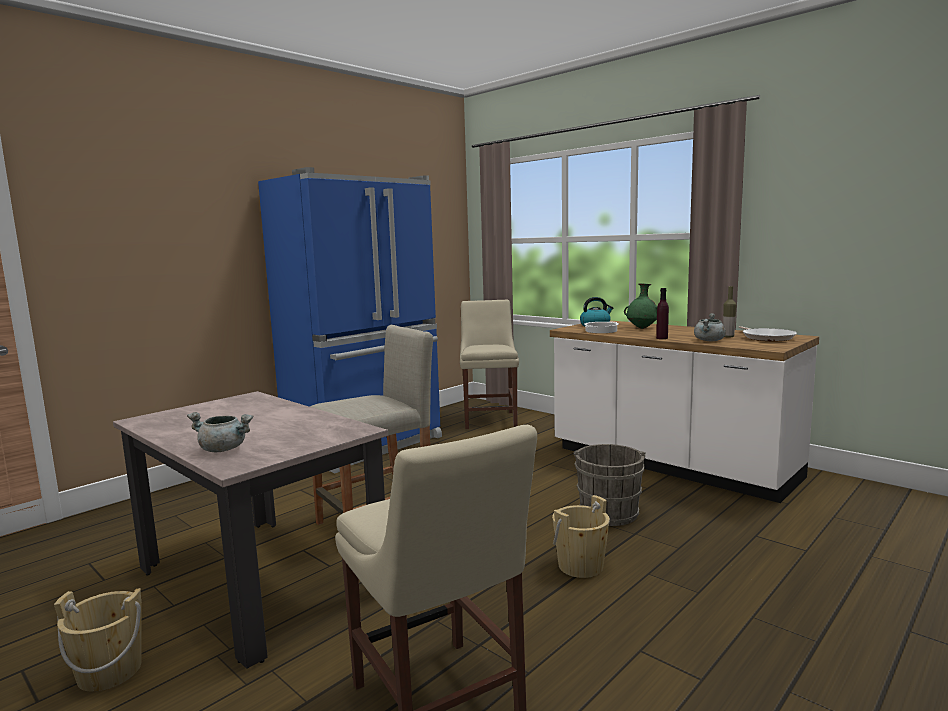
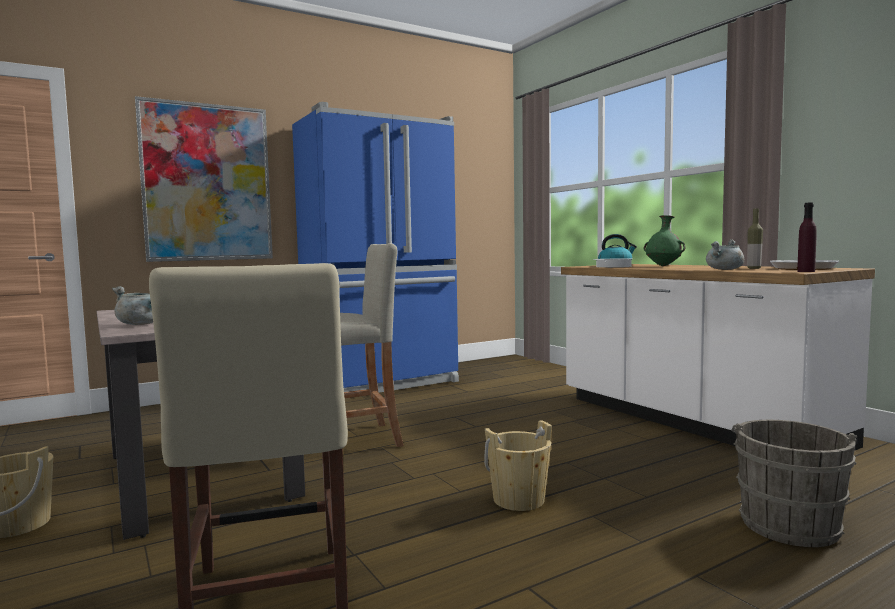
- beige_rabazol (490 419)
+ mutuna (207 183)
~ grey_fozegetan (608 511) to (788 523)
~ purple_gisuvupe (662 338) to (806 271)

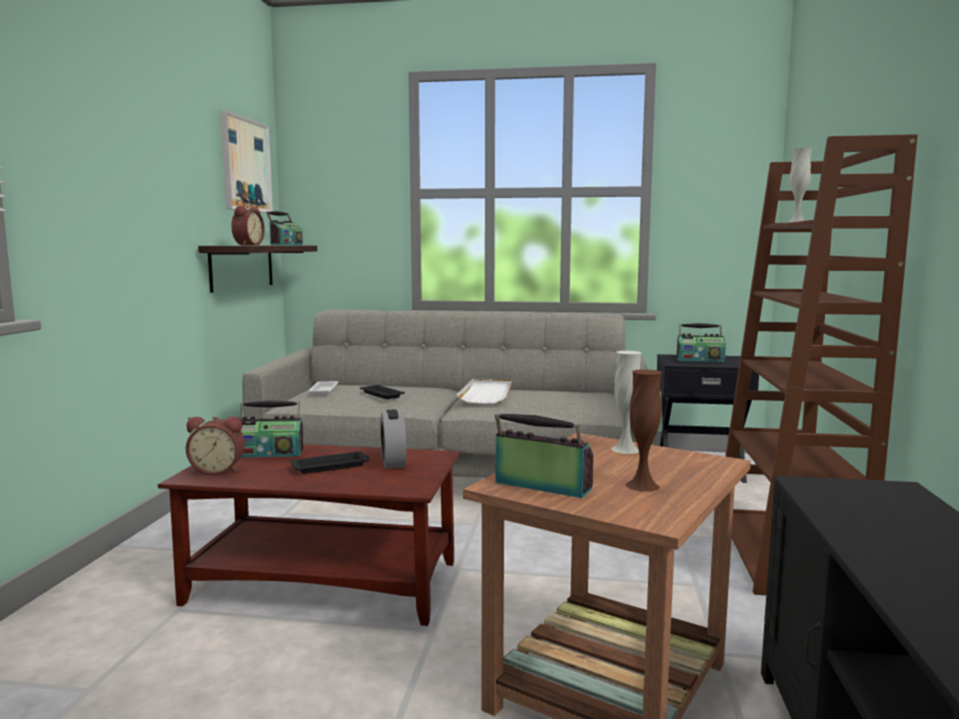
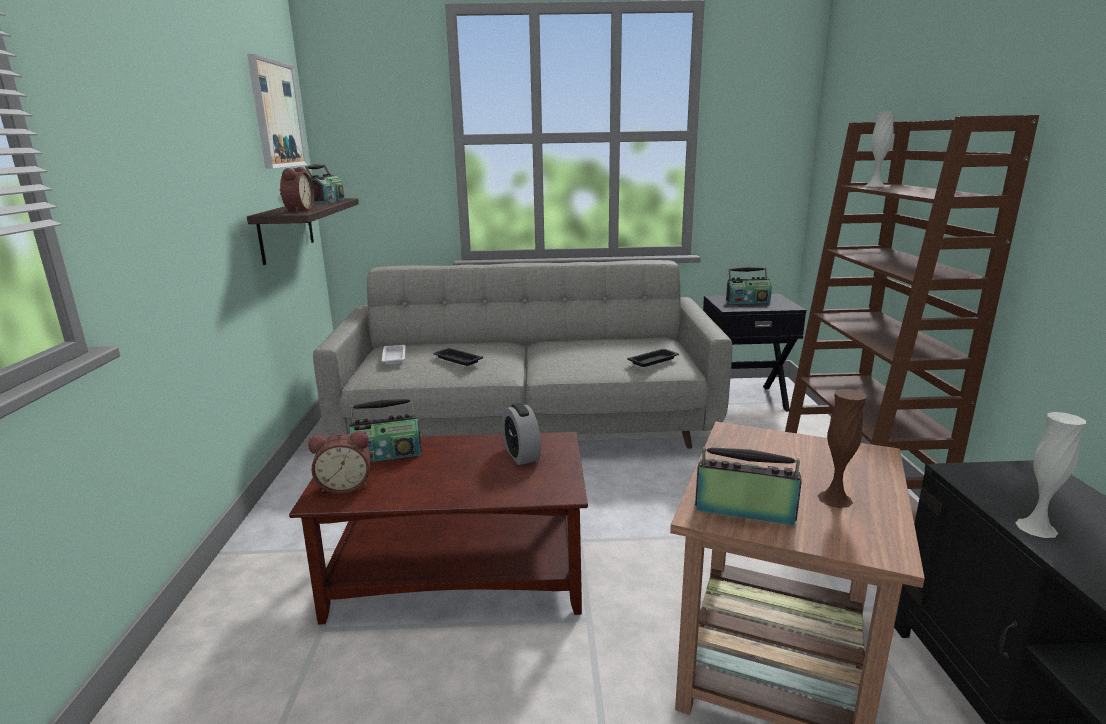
- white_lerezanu (487 394)
~ black_lerezanu (331 466) to (654 360)
~ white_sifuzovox (625 449) to (1036 527)

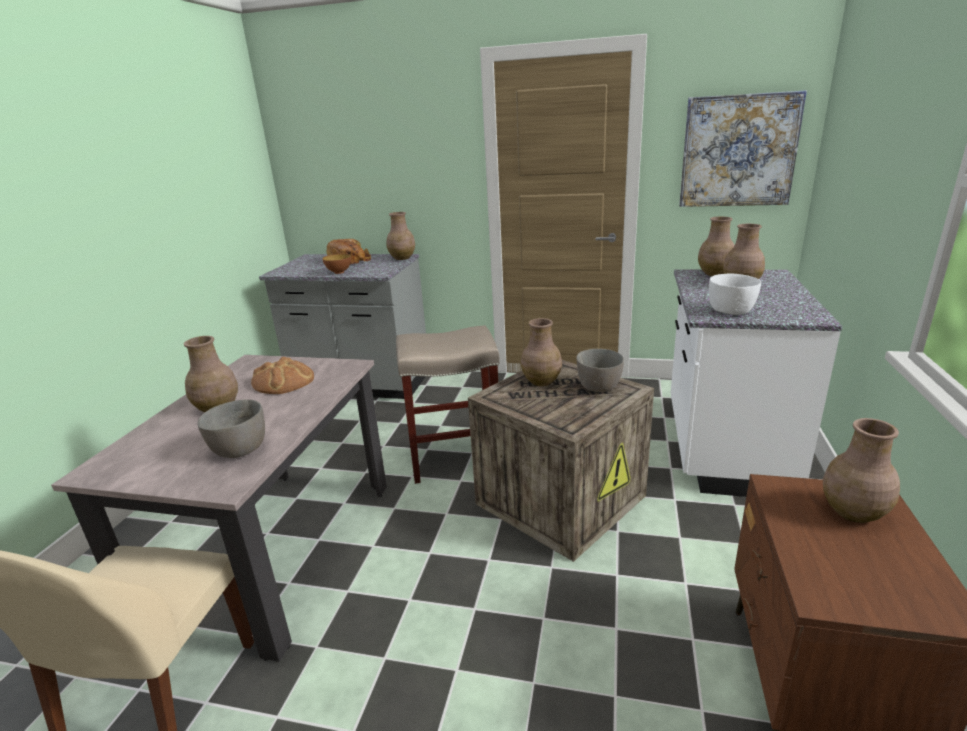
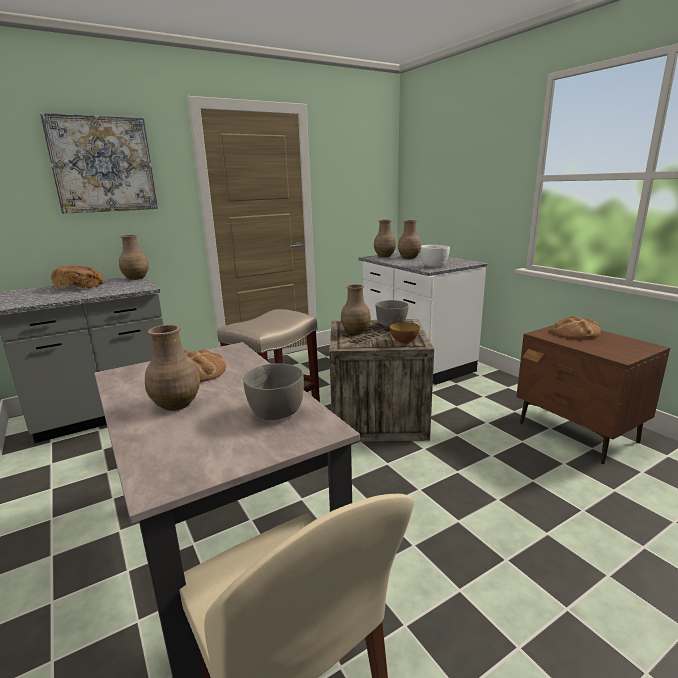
~ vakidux (339 272) to (404 342)
~ mutuna (738 151) to (103 164)
~ brown_sifuzovox (852 512) to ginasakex (575 332)

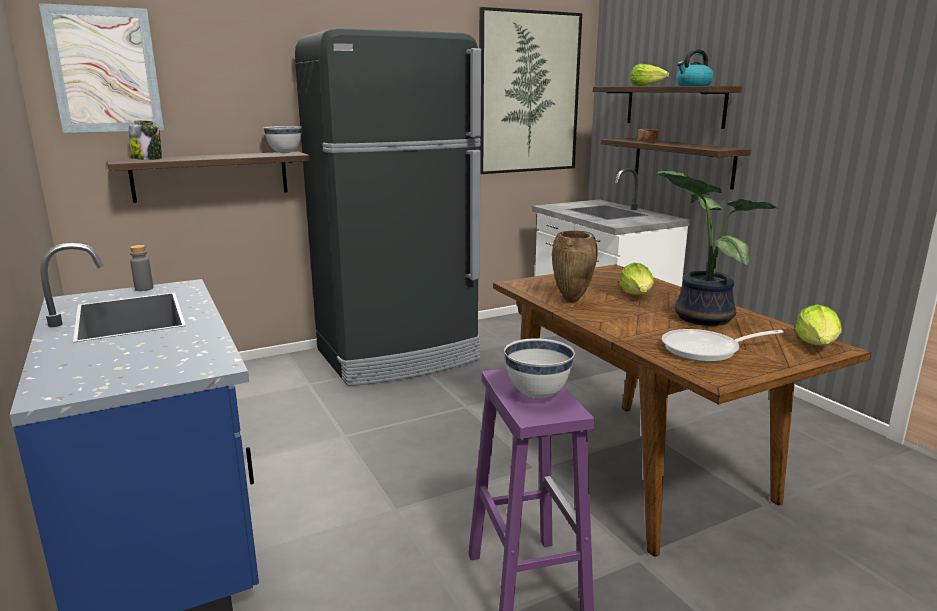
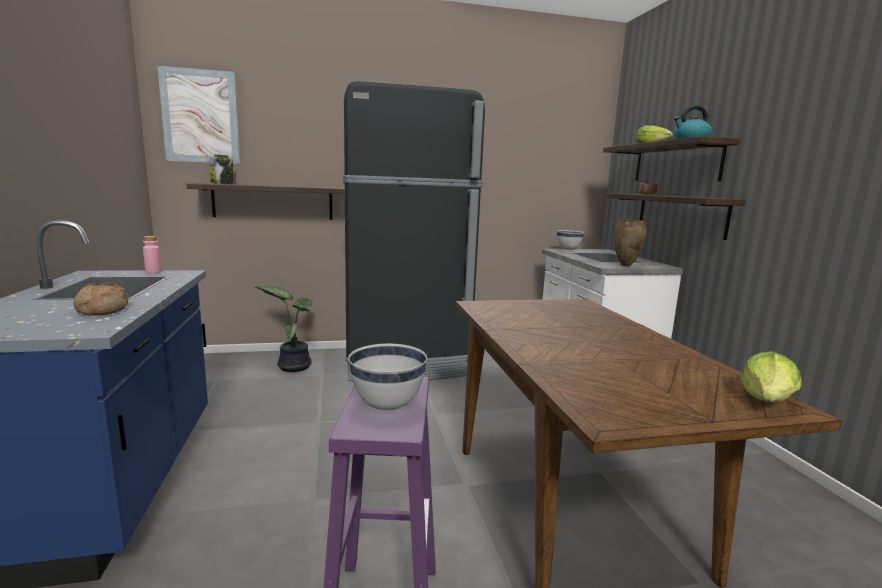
- mutuna (529 93)
- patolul (637 295)
- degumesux (707 350)
+ ginasakex (101 310)
~ white_vakidux (284 153) to (568 250)
~ brown_sifuzovox (572 301) to (626 265)
~ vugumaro (699 317) to (293 366)
~ grey_gisuvupe (144 288) to pink_gisuvupe (153 272)

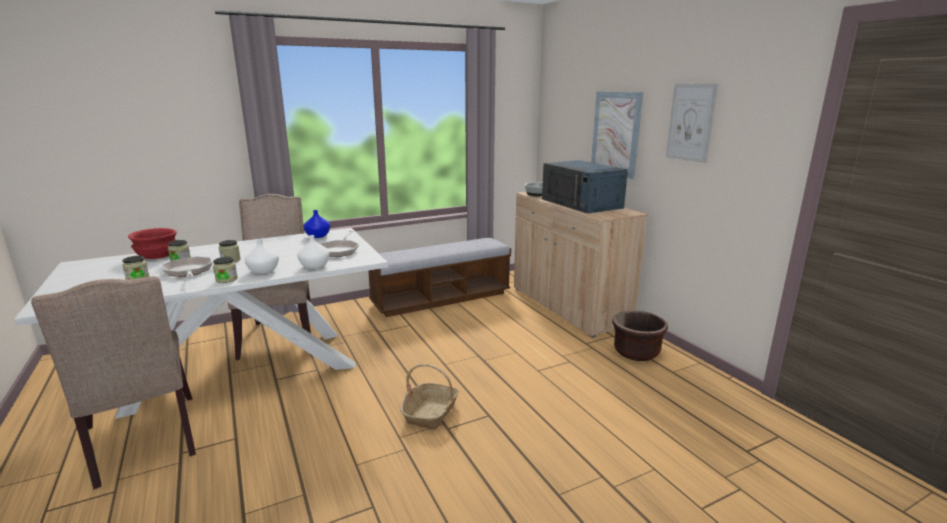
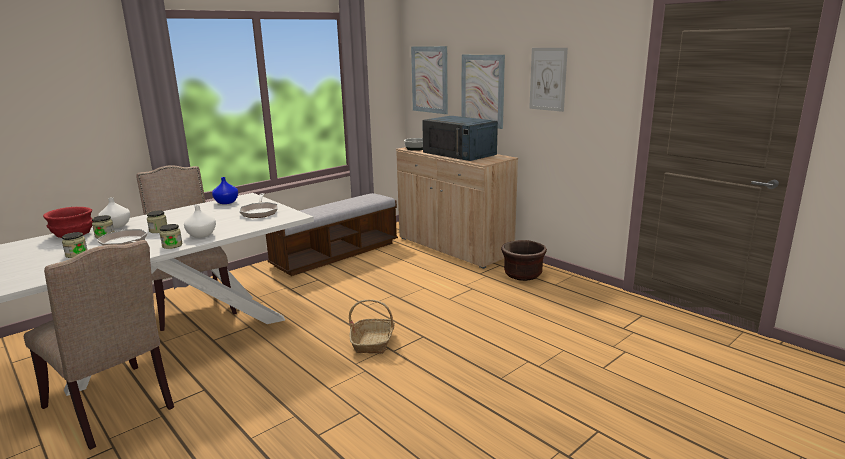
+ mutuna (429 79)
~ white_sifuzovox (315 266) to (117 226)

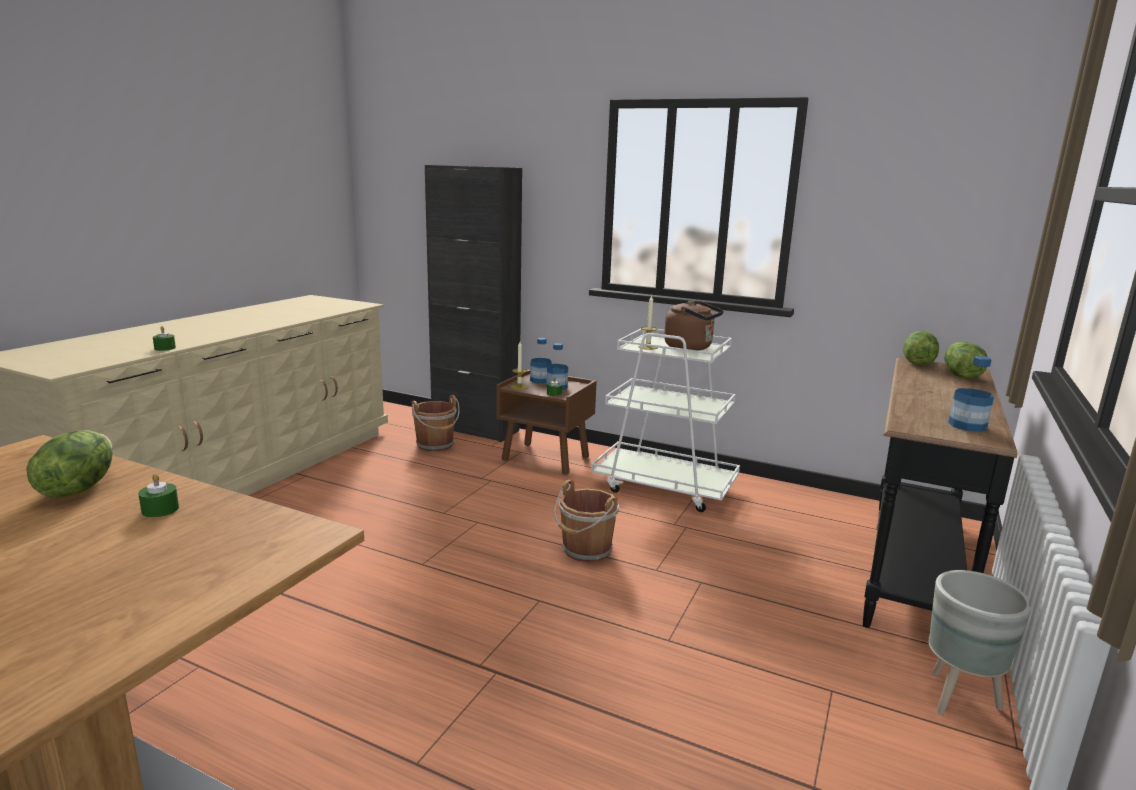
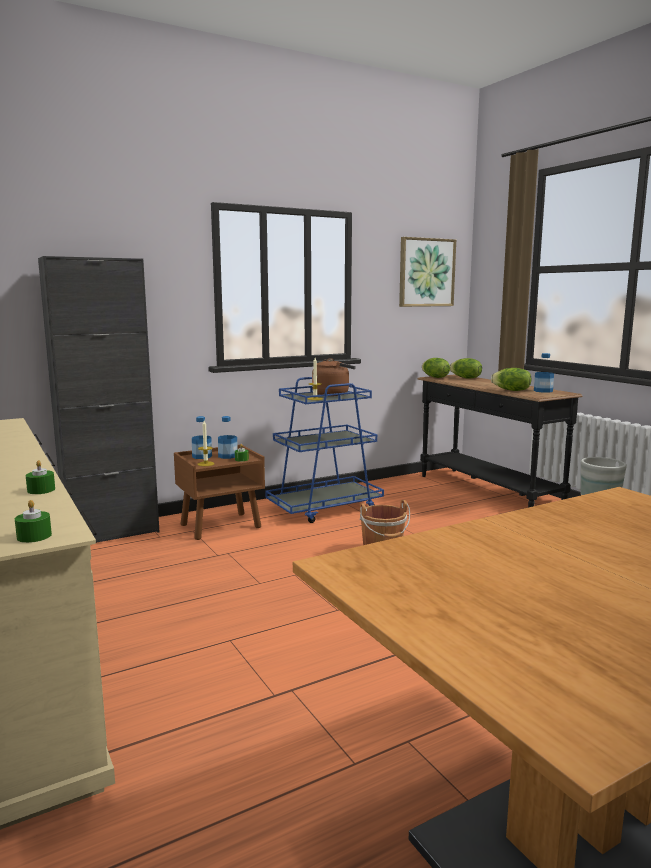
- brown_fozegetan (436 445)
+ mutuna (426 272)
~ patolul (78 487) to (511 390)
~ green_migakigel (160 509) to (34 536)
~ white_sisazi (665 486) to blue_sisazi (325 508)

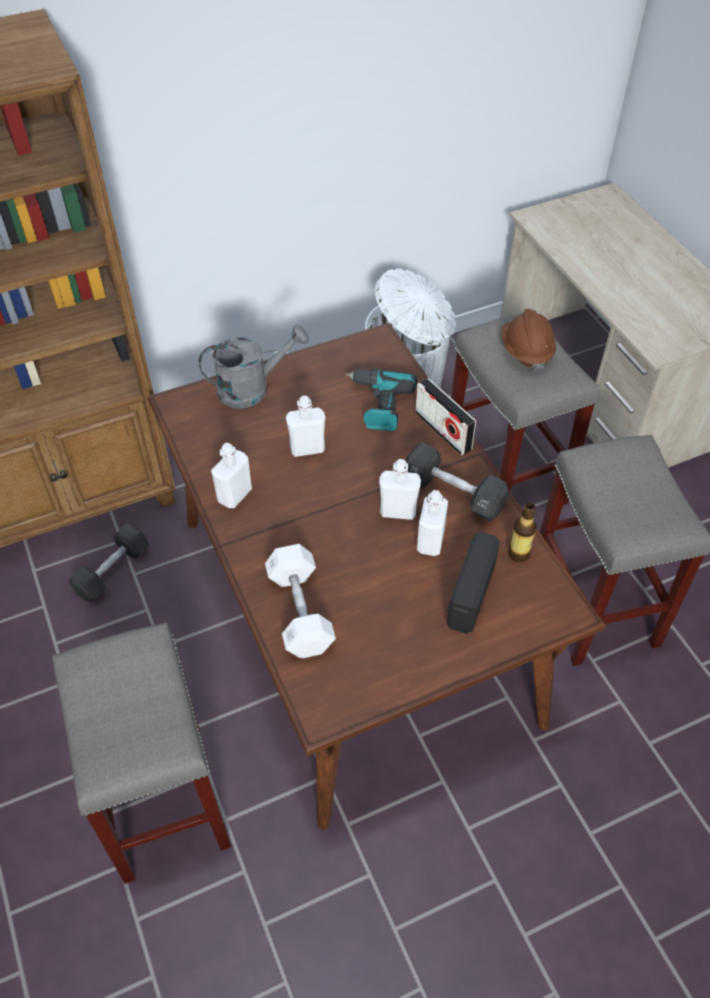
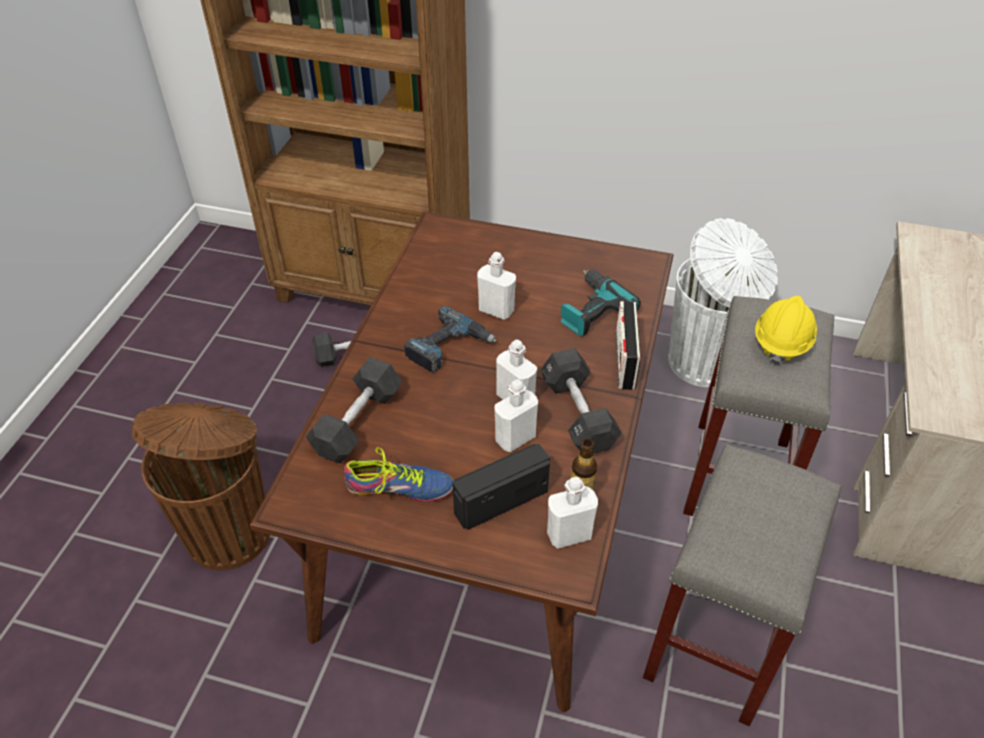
- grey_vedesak (252 388)
+ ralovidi (399 487)
+ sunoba (449 347)
~ white_gisuvupe (234 495) to (569 534)
~ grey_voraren (161 798) to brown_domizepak (230 531)
~ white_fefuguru (300 611) to black_fefuguru (357 422)
~ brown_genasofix (526 351) to yellow_genasofix (782 342)

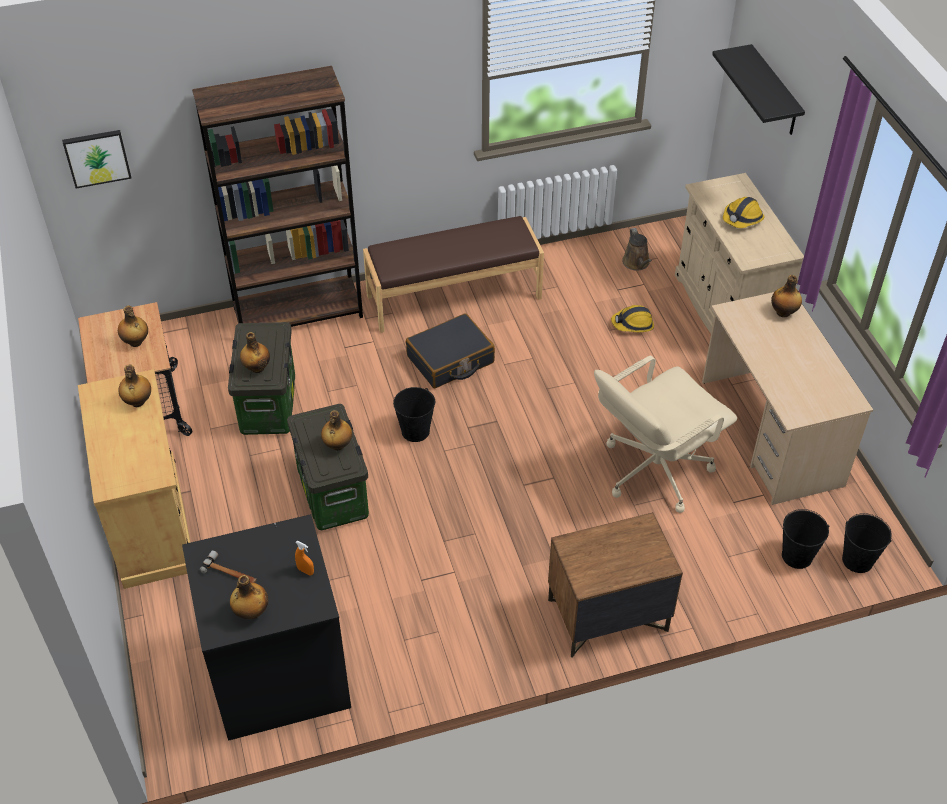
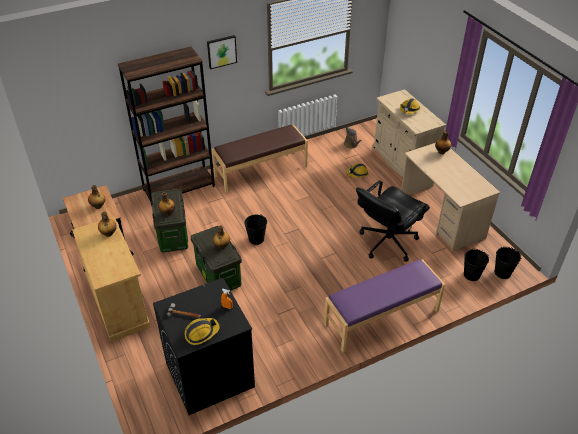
- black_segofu (450 360)
- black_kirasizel (774 92)
~ mutuna (97 157) to (221 51)
~ gisuvupe (251 612) to genasofix (201 333)
~ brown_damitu (607 616) to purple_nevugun (382 318)
~ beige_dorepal (654 470) to black_dorepal (387 242)

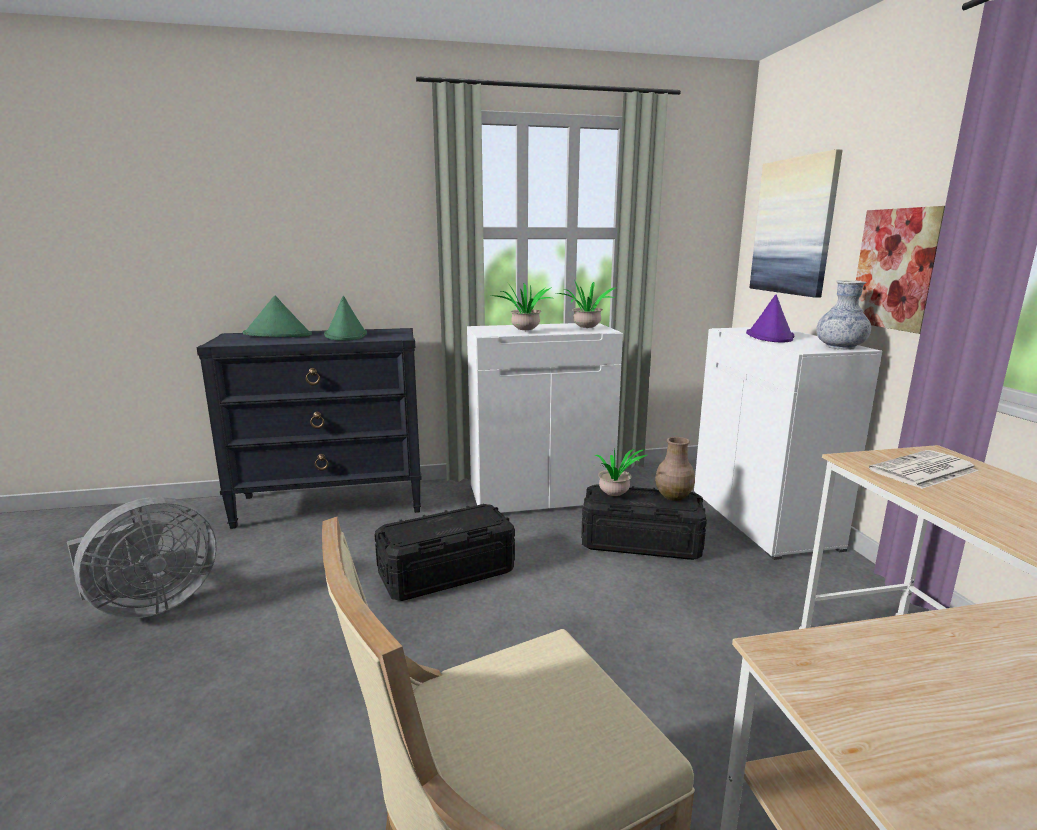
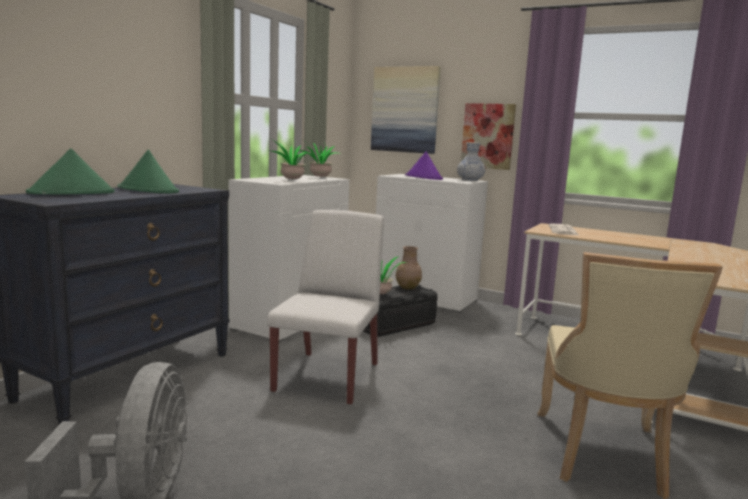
~ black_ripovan (447 572) to white_rabazol (328 376)

